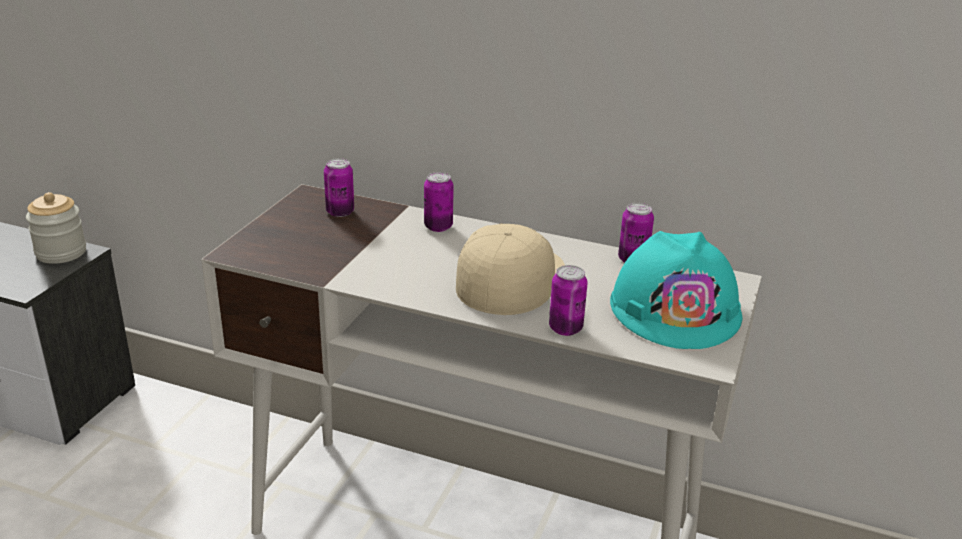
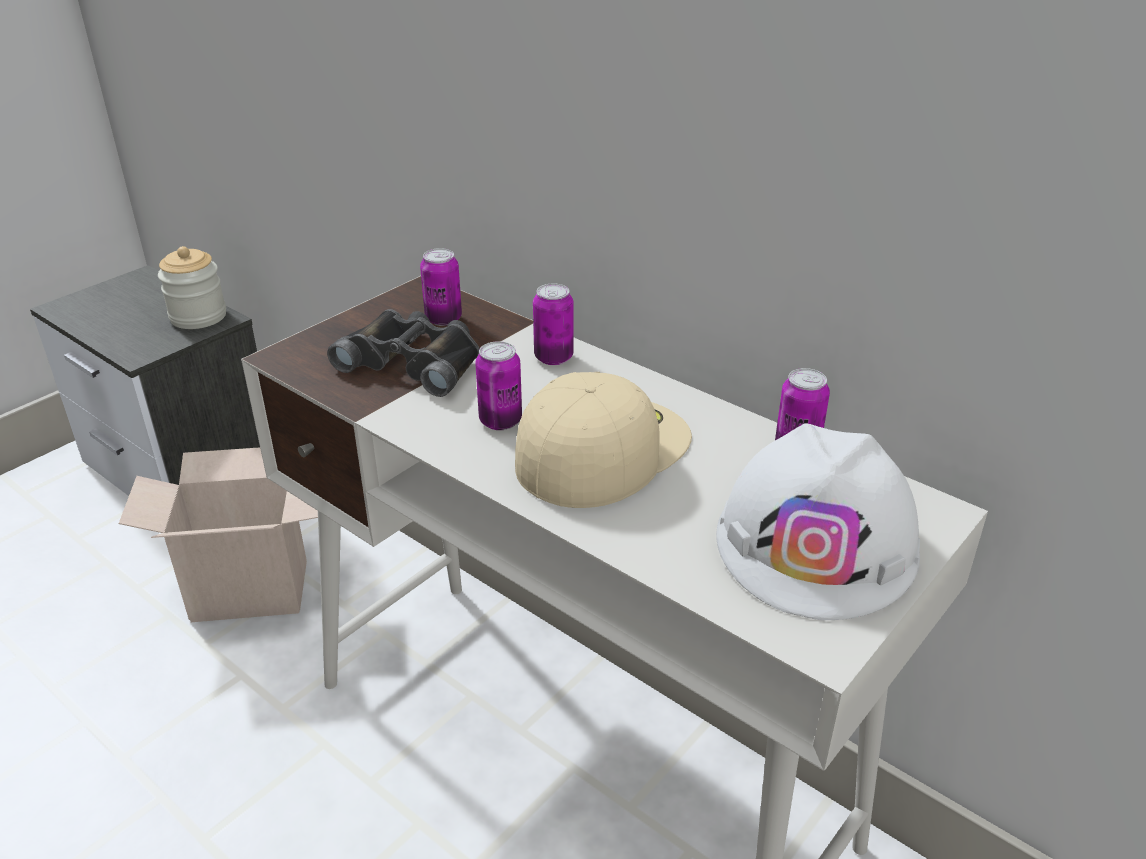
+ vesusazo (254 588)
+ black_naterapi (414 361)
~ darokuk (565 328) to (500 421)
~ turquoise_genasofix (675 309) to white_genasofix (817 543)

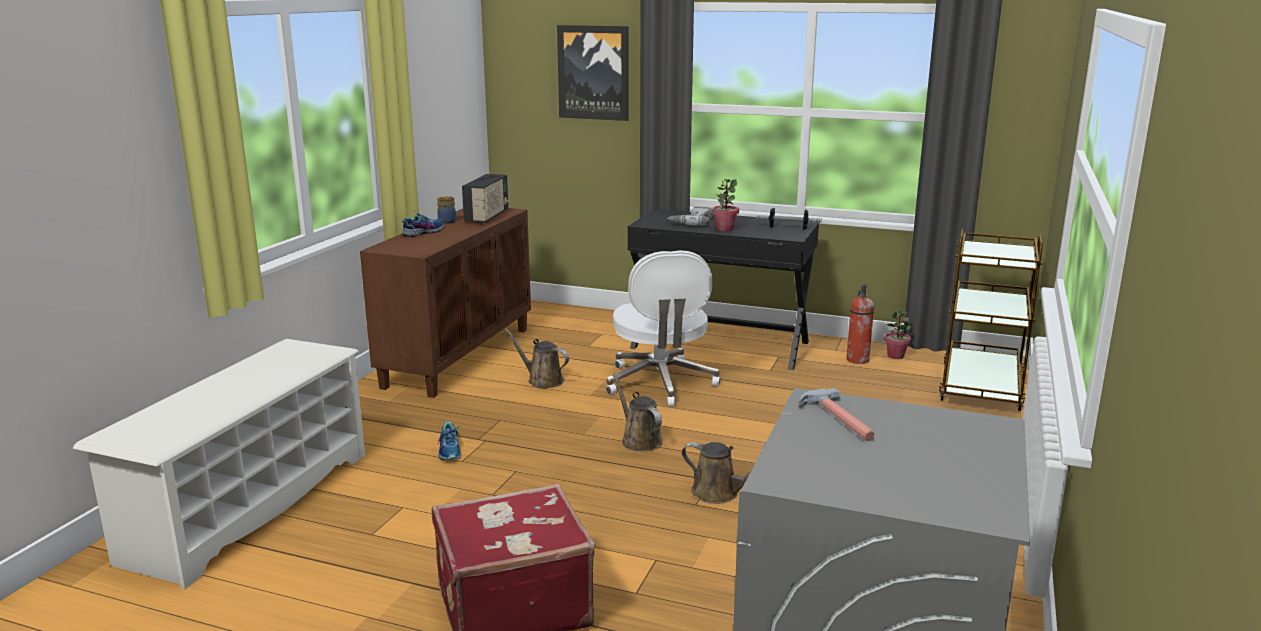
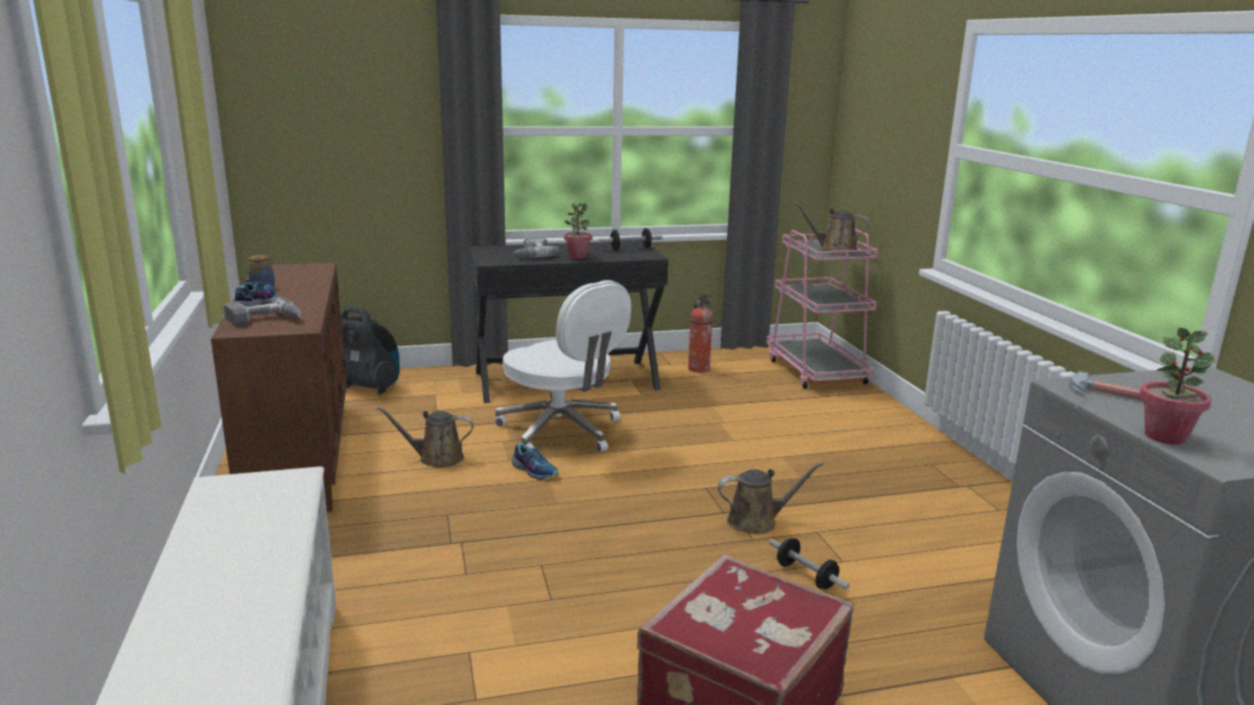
- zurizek (487 217)
- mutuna (593 72)
+ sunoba (265 320)
+ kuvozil (369 387)
+ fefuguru (806 576)
~ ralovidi (450 450) to (535 470)
~ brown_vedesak (639 440) to (834 250)
~ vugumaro (895 356) to (1165 437)
~ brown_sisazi (981 387) to pink_sisazi (816 371)

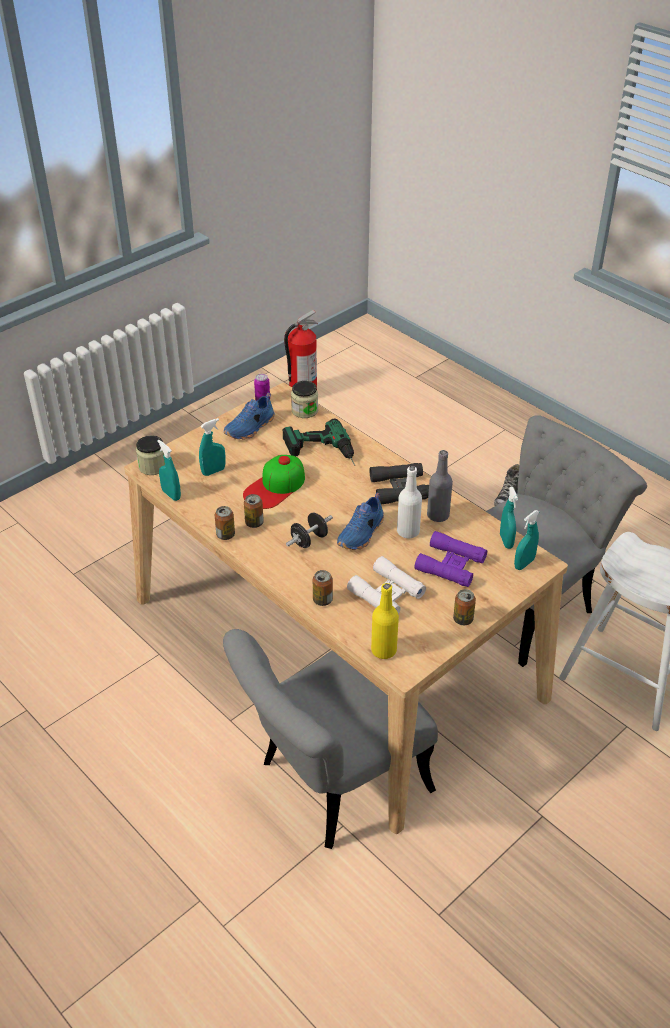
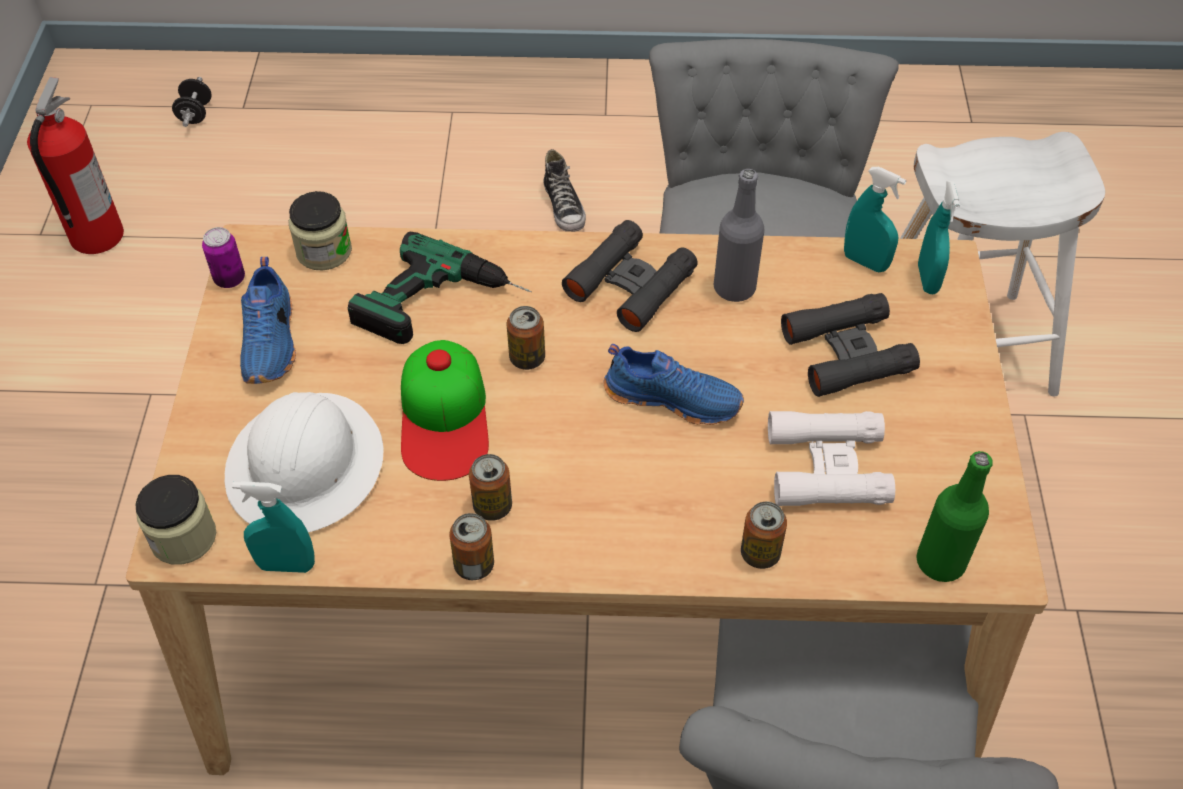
- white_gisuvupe (408 531)
~ black_fefuguru (309 540) to (195 114)
~ darokuk (463 619) to (527 358)
~ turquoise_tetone (213 471) to white_genasofix (306 465)
~ yellow_gisuvupe (383 650) to green_gisuvupe (940 562)
~ purple_naterapi (450 565) to black_naterapi (847 352)
~ blue_ralovidi (362 534) = (673 397) 60 degrees counterclockwise

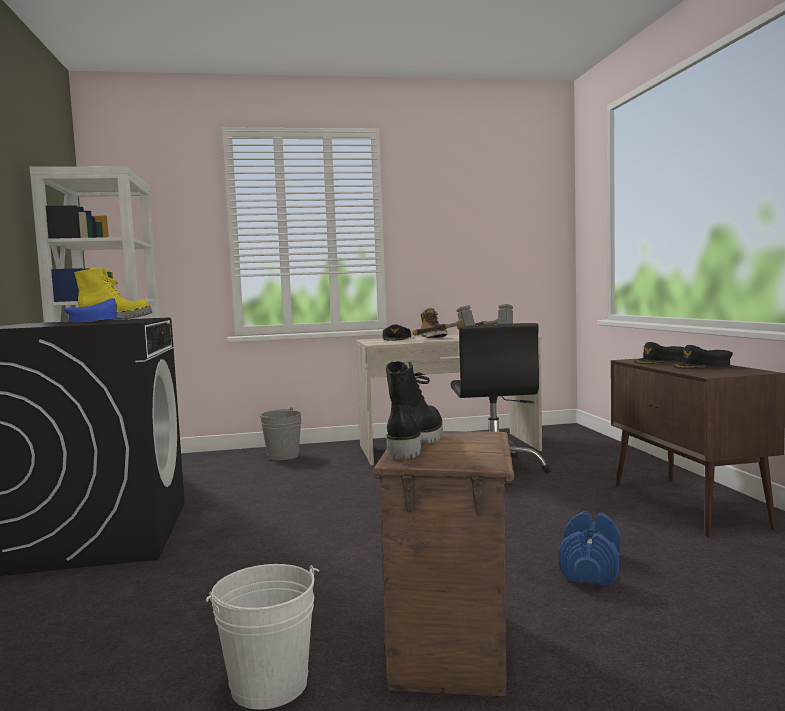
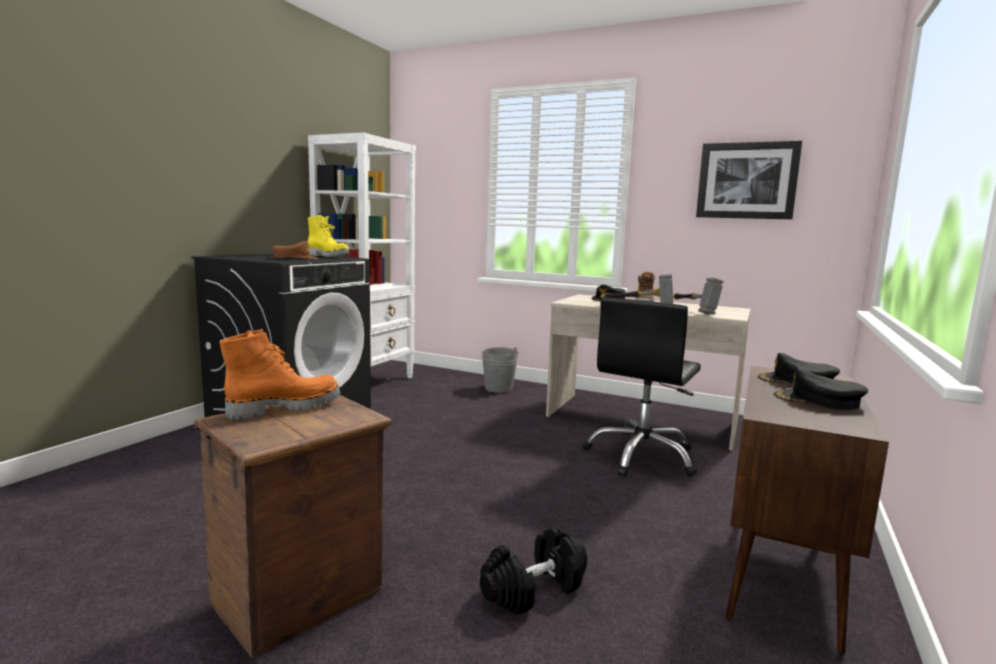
- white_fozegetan (269 685)
+ mutuna (746 181)
~ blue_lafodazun (98 321) to brown_lafodazun (295 258)
~ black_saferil (414 444) to orange_saferil (284 408)
~ blue_fefuguru (590 568) to black_fefuguru (533 589)

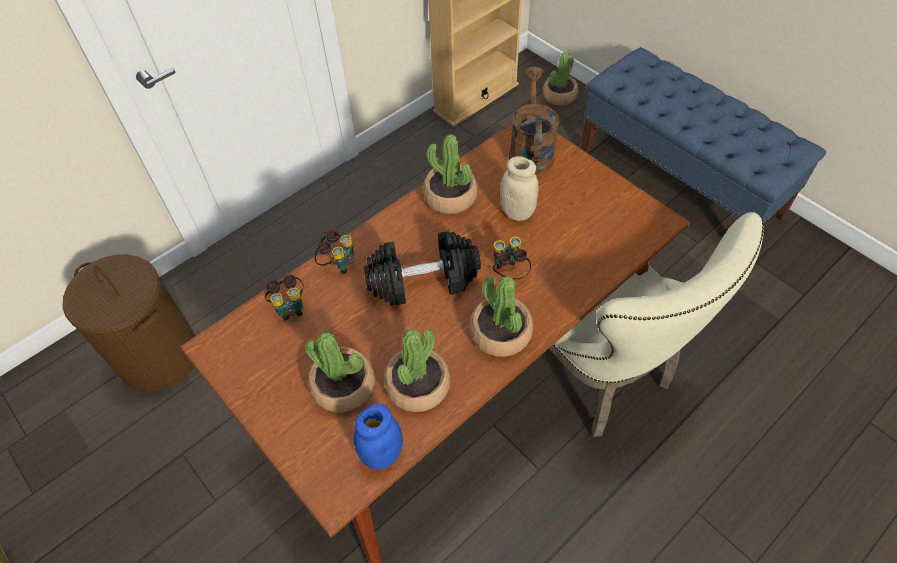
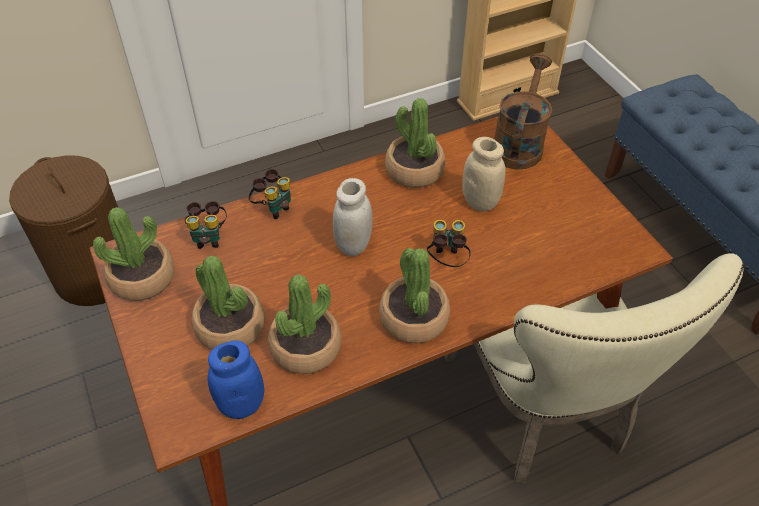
~ vugumaro (559 96) to (142 277)
~ black_fefuguru (423 280) to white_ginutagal (353 245)

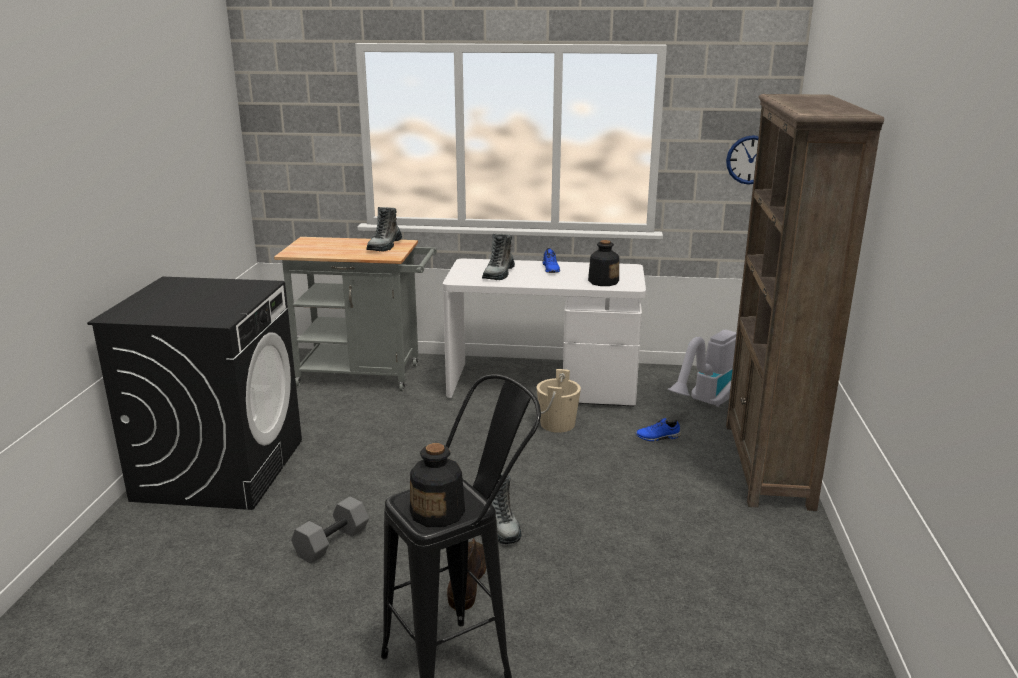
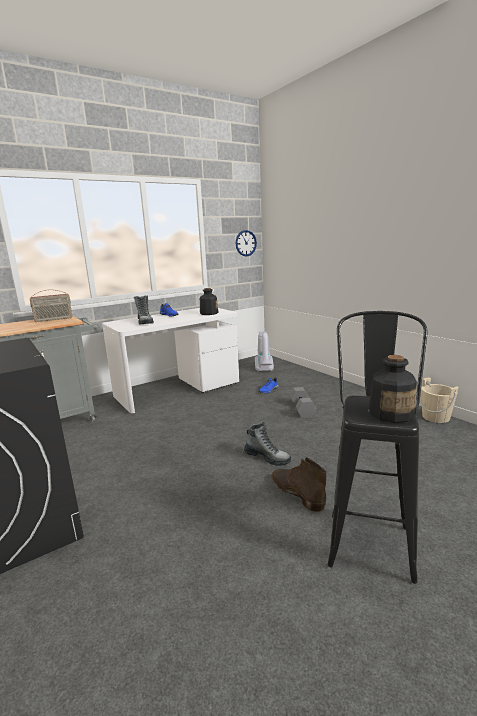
- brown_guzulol (767 465)
~ grey_fefuguru (332 541) to (301 409)
~ beige_fozegetan (557 424) to (435 417)
~ saferil (385 246) to zurizek (54 319)

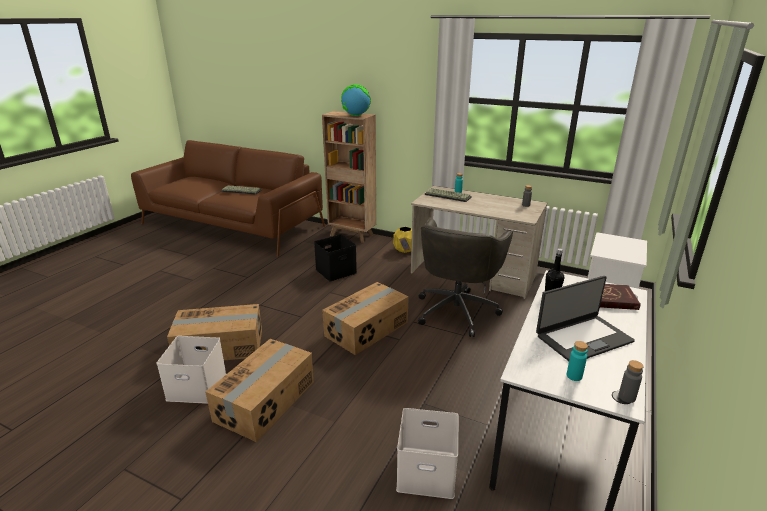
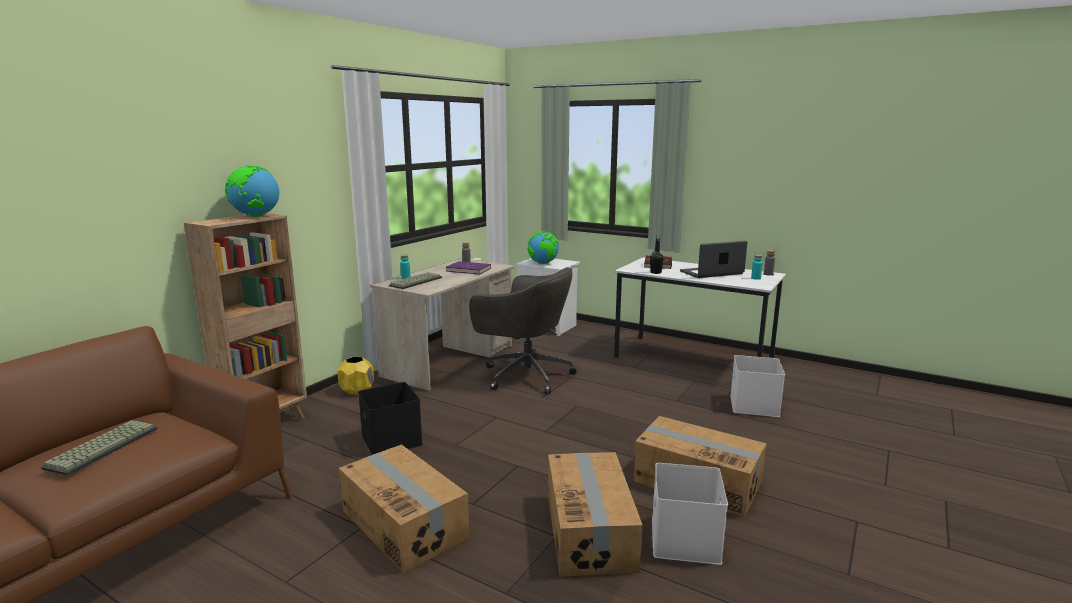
+ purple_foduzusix (468 270)
+ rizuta (543 263)
~ vesusazo (367 329) to (405 523)
~ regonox (583 338) = (712 273) 90 degrees counterclockwise

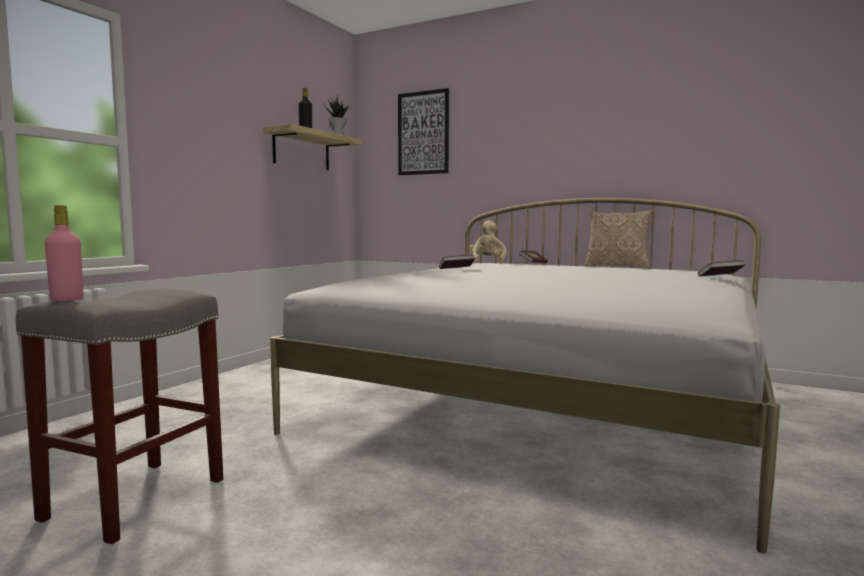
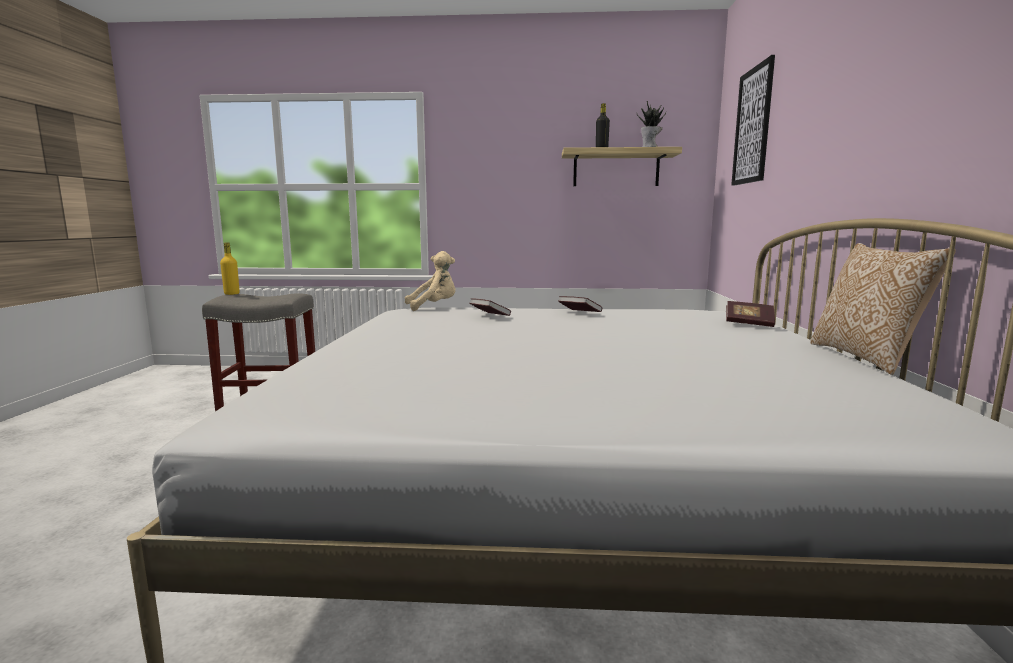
~ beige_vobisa (487 262) to (434 307)
~ foduzusix (720 277) to (490 316)
~ pink_gisuvupe (67 300) to yellow_gisuvupe (232 294)

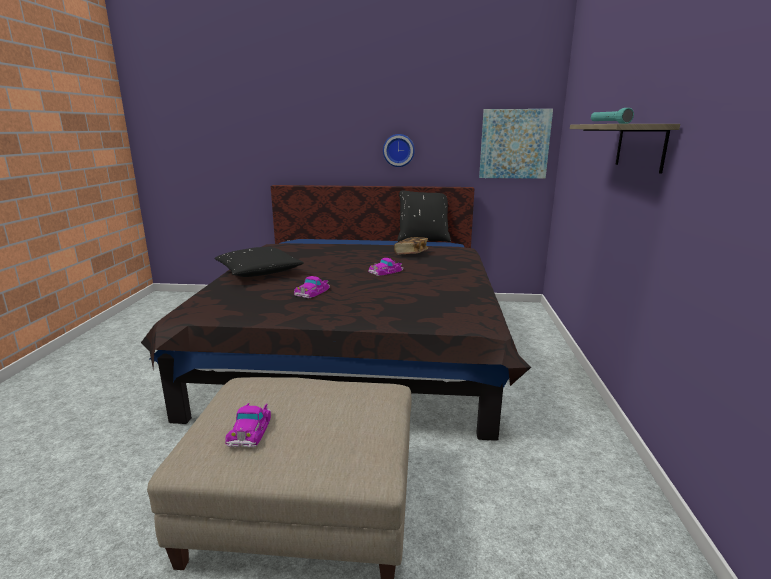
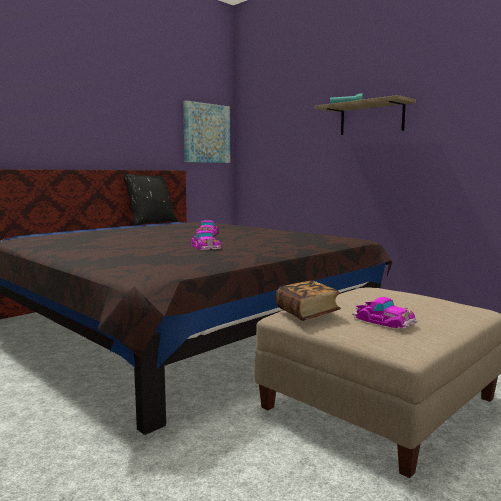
- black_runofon (259 272)
- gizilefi (398 150)
~ foduzusix (411 253) to (307 313)

